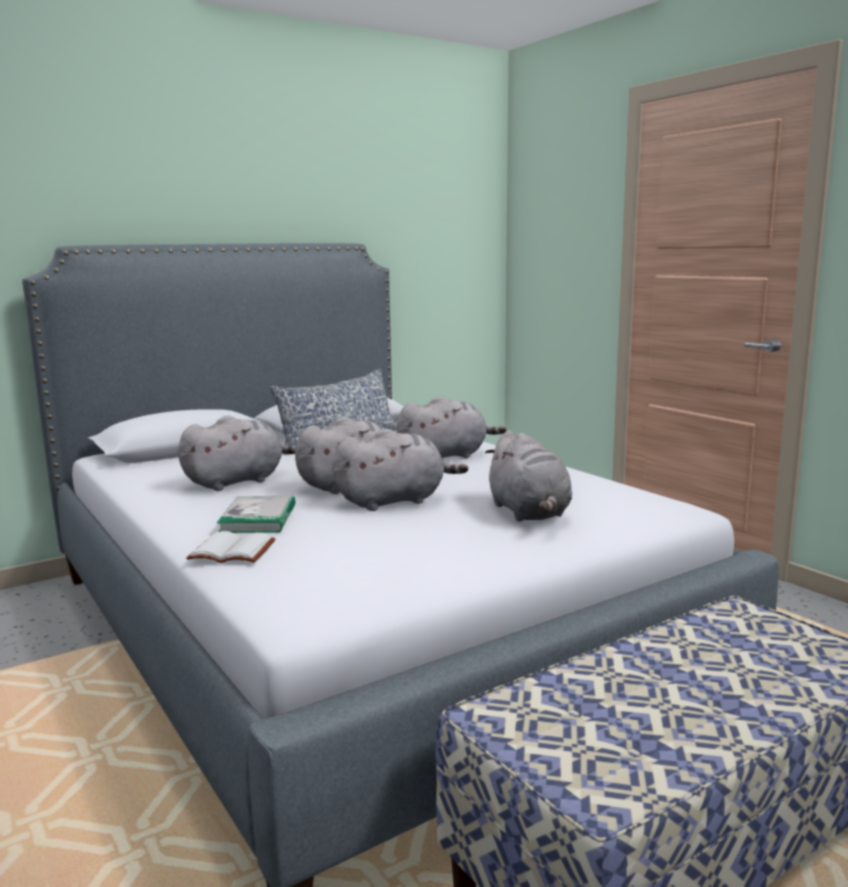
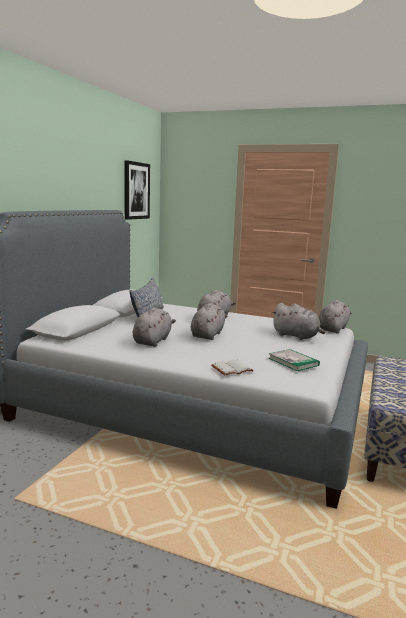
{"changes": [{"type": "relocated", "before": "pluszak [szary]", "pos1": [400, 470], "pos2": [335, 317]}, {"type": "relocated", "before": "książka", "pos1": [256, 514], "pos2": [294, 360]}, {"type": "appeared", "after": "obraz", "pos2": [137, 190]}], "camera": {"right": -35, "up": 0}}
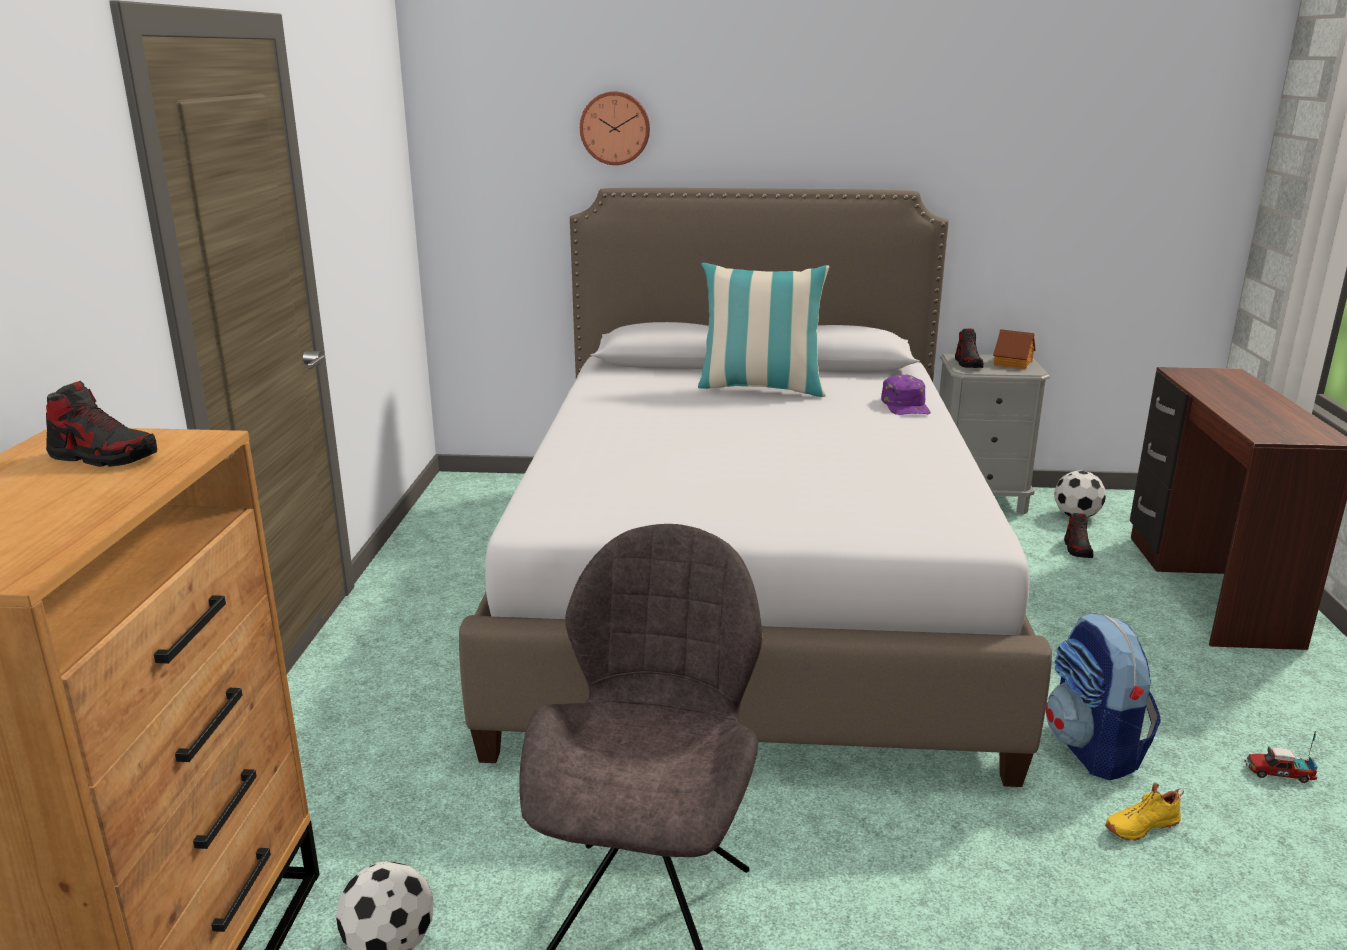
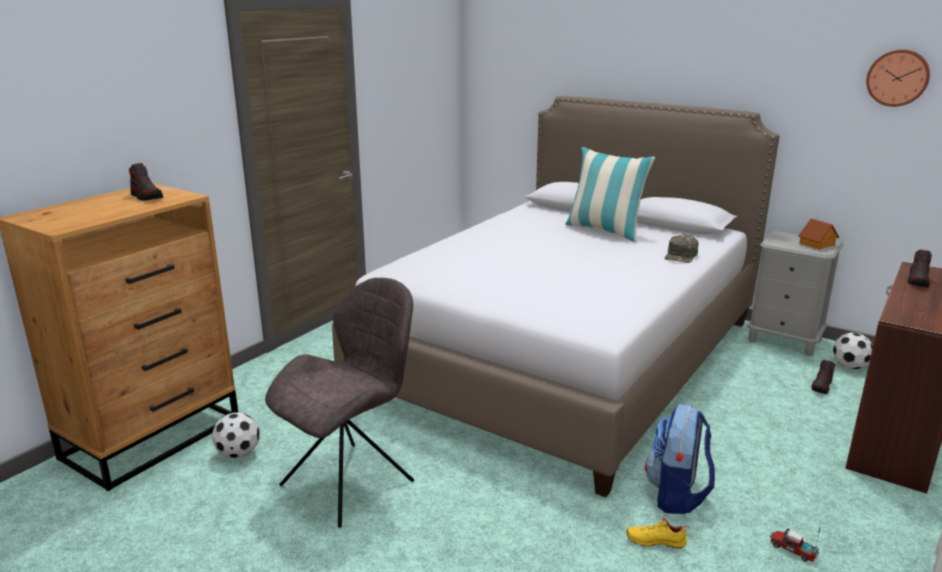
{"changes": [{"type": "relocated", "before": "zegar ścienny", "pos1": [615, 128], "pos2": [898, 78]}, {"type": "relocated", "before": "but", "pos1": [969, 348], "pos2": [919, 269]}, {"type": "colour", "before": "czapka z daszkiem [fioletowy]", "after": "czapka z daszkiem [zielony]", "pos1": [906, 394], "pos2": [682, 249]}], "camera": {"right": 30, "up": 0}}
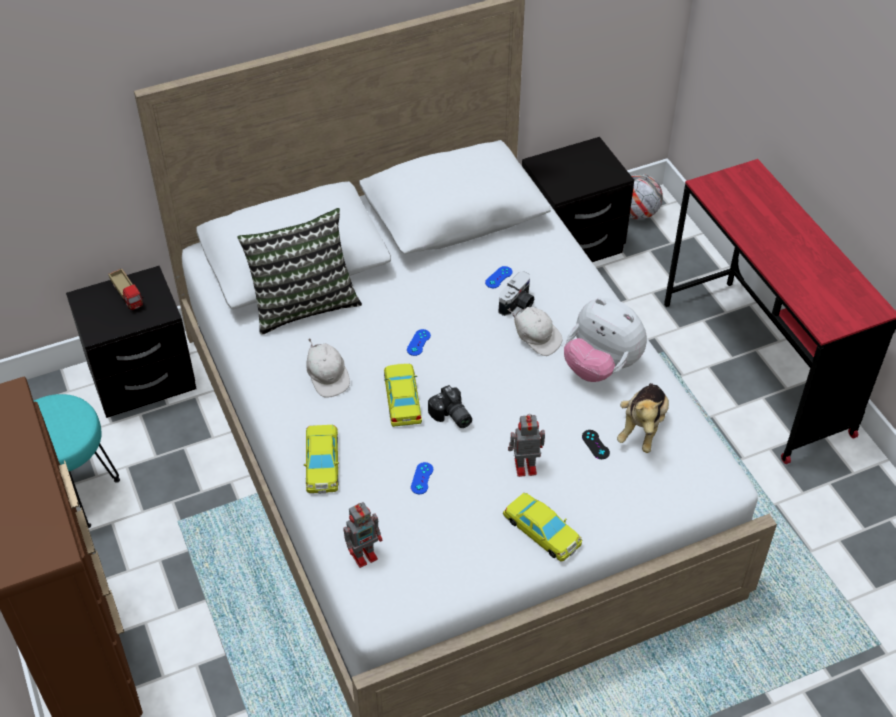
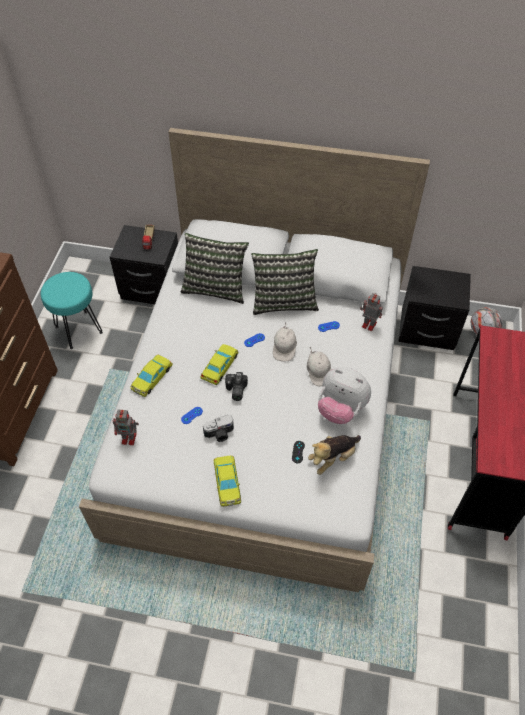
{"changes": [{"type": "relocated", "before": "aparat fotograficzny", "pos1": [516, 293], "pos2": [218, 428]}, {"type": "spun", "before": "pluszak", "pos1": [605, 340], "pos2": [344, 395], "turn": -45}, {"type": "relocated", "before": "czapka z daszkiem [biały]", "pos1": [328, 368], "pos2": [285, 342]}, {"type": "relocated", "before": "robot zabawkowy", "pos1": [526, 445], "pos2": [371, 312]}, {"type": "appeared", "after": "poduszka", "pos2": [285, 282]}], "camera": {"right": 35, "up": 5}}
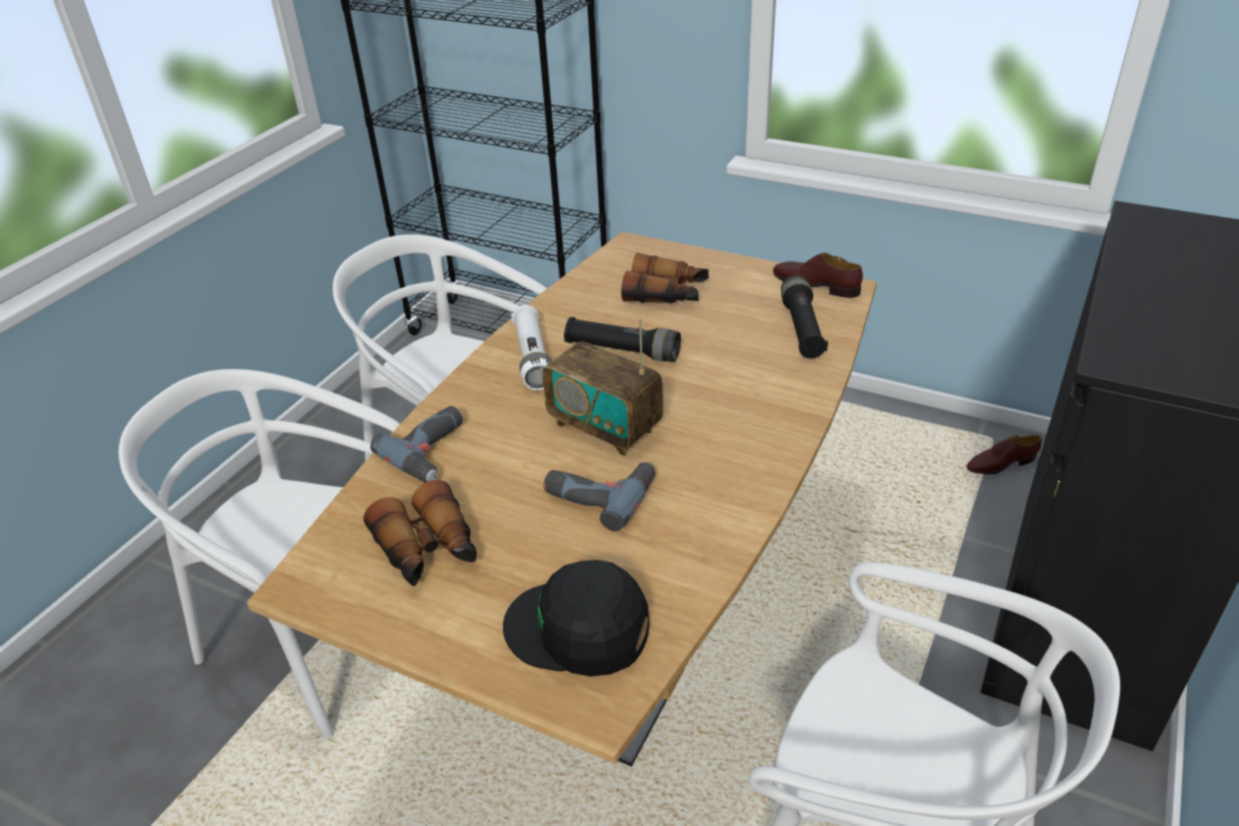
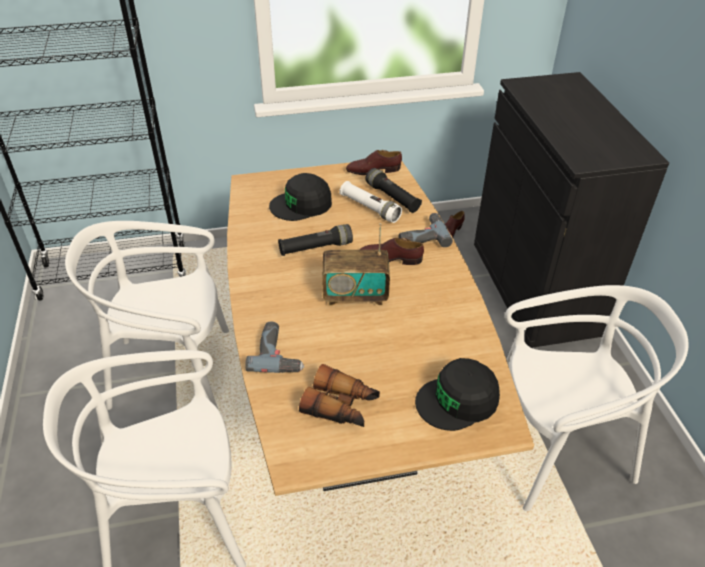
{"changes": [{"type": "exchanged", "before": "lornetka", "after": "czapka z daszkiem [czarny]", "pos1": [665, 278], "pos2": [300, 197]}, {"type": "relocated", "before": "latarka [biały]", "pos1": [531, 348], "pos2": [370, 202]}, {"type": "relocated", "before": "wiertarka", "pos1": [600, 497], "pos2": [426, 230]}, {"type": "appeared", "after": "but [brązowy]", "pos2": [391, 251]}], "camera": {"right": -40, "up": 5}}
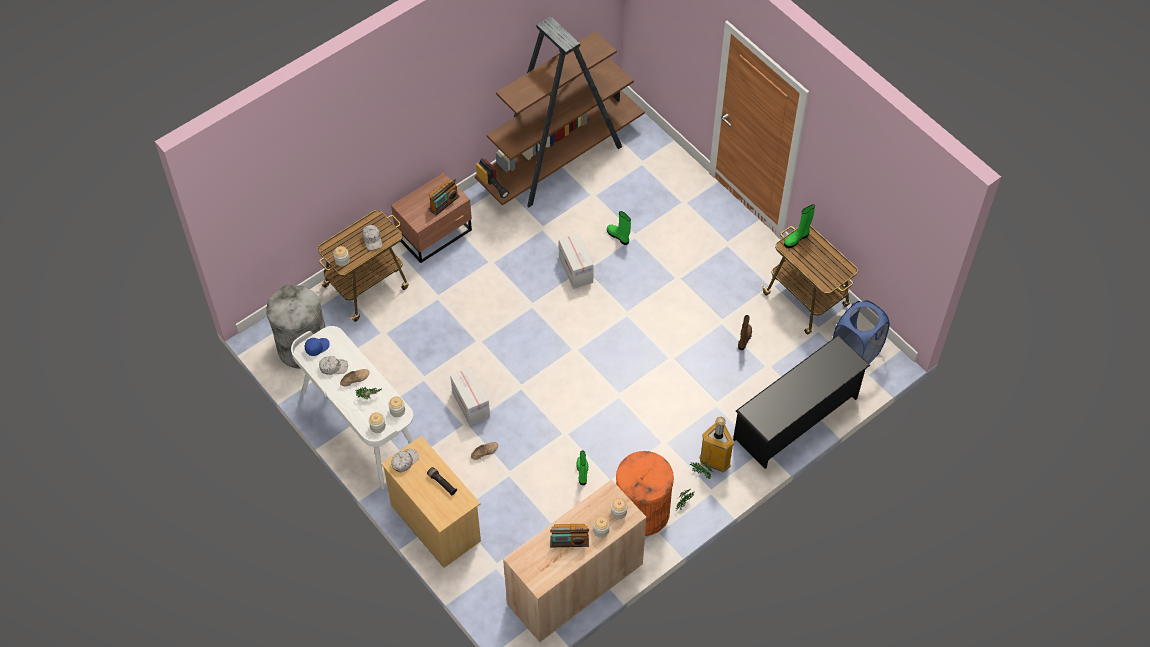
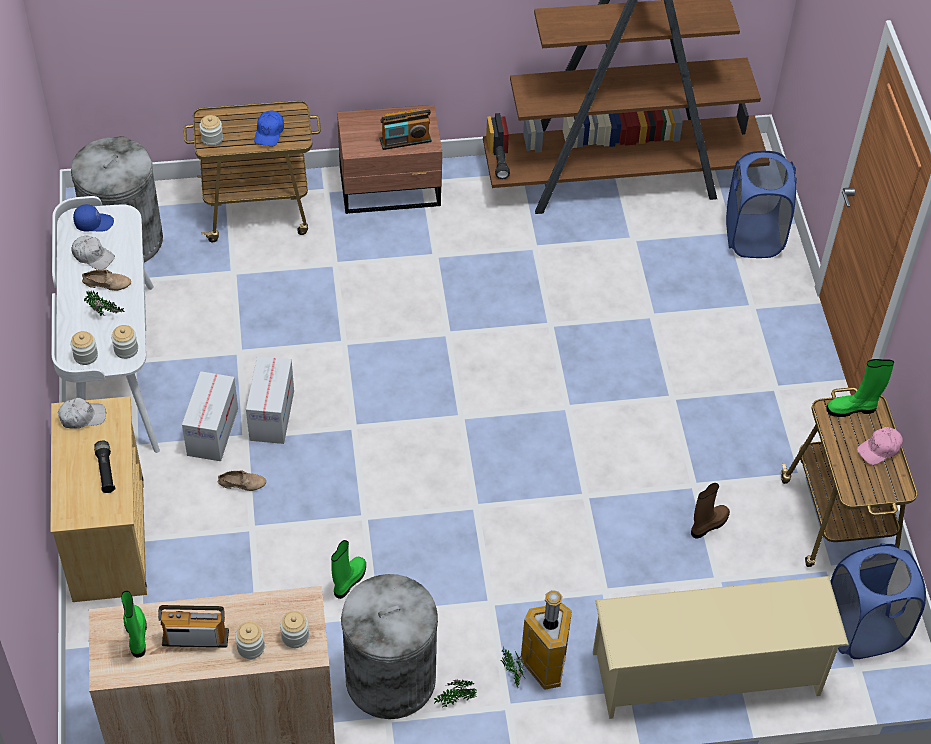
{"changes": [{"type": "relocated", "before": "but z cholewką [zielony]", "pos1": [619, 228], "pos2": [134, 624]}, {"type": "colour", "before": "czapka z daszkiem [biały]", "after": "czapka z daszkiem [niebieski]", "pos1": [372, 237], "pos2": [269, 129]}, {"type": "relocated", "before": "karton", "pos1": [576, 261], "pos2": [210, 416]}, {"type": "colour", "before": "regał na buty [czarny]", "after": "regał na buty [beżowy]", "pos1": [801, 402], "pos2": [721, 647]}, {"type": "colour", "before": "kosz na śmieci [pomarańczowy]", "after": "kosz na śmieci [szary]", "pos1": [645, 493], "pos2": [389, 646]}, {"type": "spun", "before": "radio", "pos1": [569, 535], "pos2": [193, 626], "turn": 150}, {"type": "appeared", "after": "kosz na pranie [niebieski]", "pos2": [761, 204]}, {"type": "appeared", "after": "czapka z daszkiem [różowy]", "pos2": [880, 446]}], "camera": {"right": 30, "up": -5}}
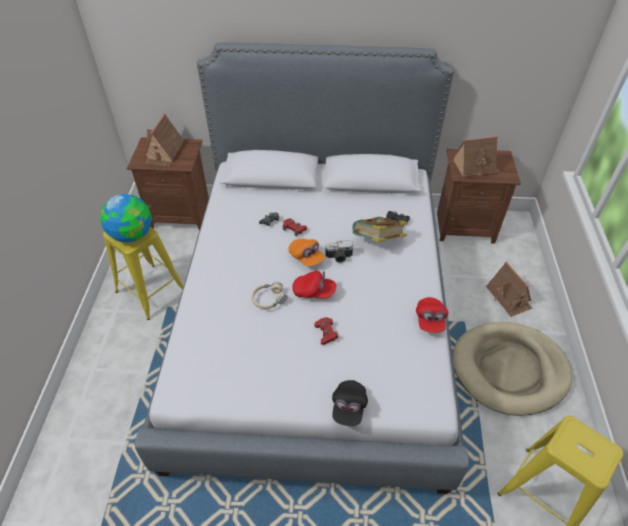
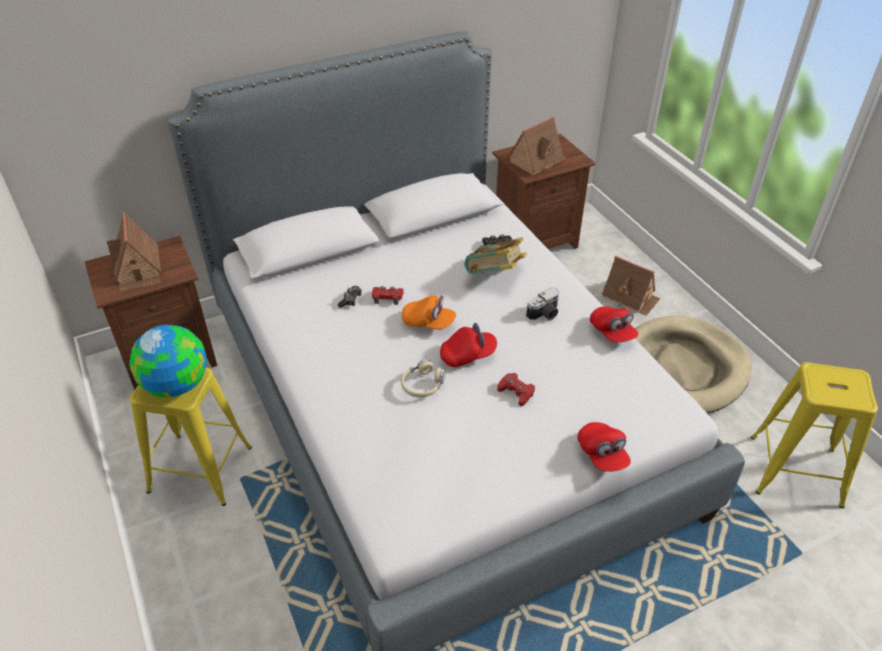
{"changes": [{"type": "relocated", "before": "aparat fotograficzny", "pos1": [339, 251], "pos2": [542, 304]}, {"type": "colour", "before": "czapka z daszkiem [czarny]", "after": "czapka z daszkiem [czerwony]", "pos1": [350, 403], "pos2": [604, 447]}], "camera": {"right": -30, "up": -5}}
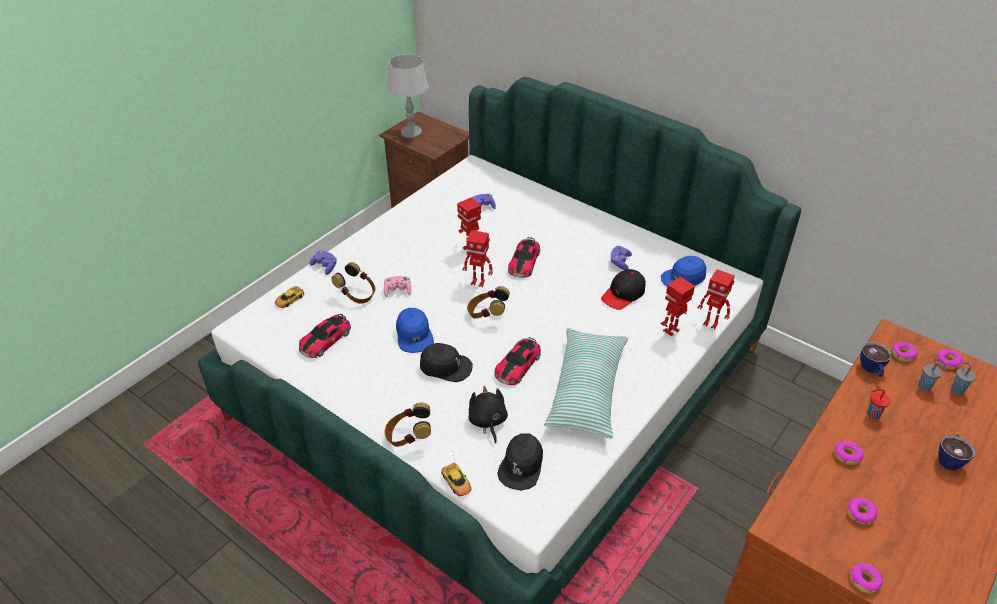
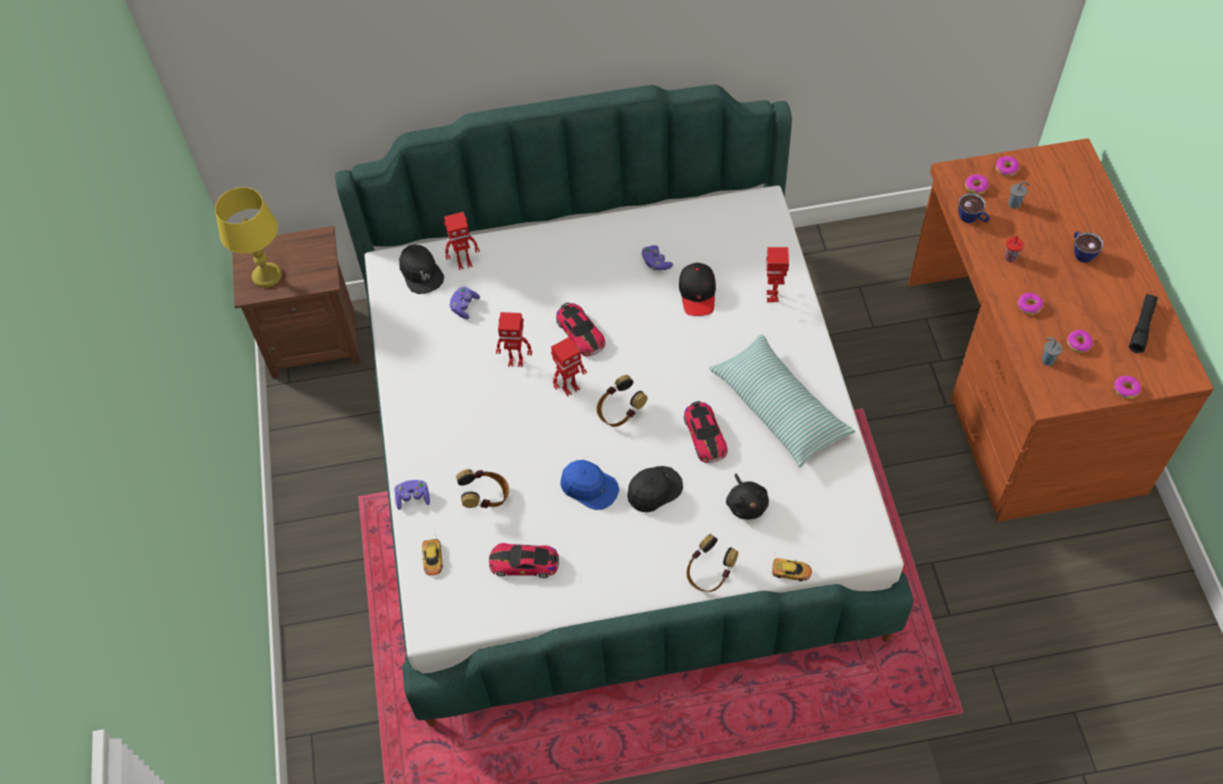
{"changes": [{"type": "colour", "before": "lampa stołowa [szary]", "after": "lampa stołowa [żółty]", "pos1": [407, 96], "pos2": [248, 237]}, {"type": "missing", "before": "czapka z daszkiem [niebieski]", "pos1": [683, 271]}, {"type": "relocated", "before": "robot zabawkowy", "pos1": [716, 299], "pos2": [462, 241]}, {"type": "missing", "before": "pad do gier [różowy]", "pos1": [397, 286]}, {"type": "spun", "before": "samochodzik", "pos1": [325, 336], "pos2": [524, 560], "turn": 105}, {"type": "relocated", "before": "filiżanka [szary]", "pos1": [963, 378], "pos2": [1052, 351]}, {"type": "spun", "before": "pluszak [czarny]", "pos1": [488, 415], "pos2": [747, 497], "turn": -135}, {"type": "relocated", "before": "czapka z daszkiem [czarny]", "pos1": [520, 462], "pos2": [421, 269]}, {"type": "appeared", "after": "latarka [czarny]", "pos2": [1143, 323]}], "camera": {"right": -45, "up": 15}}
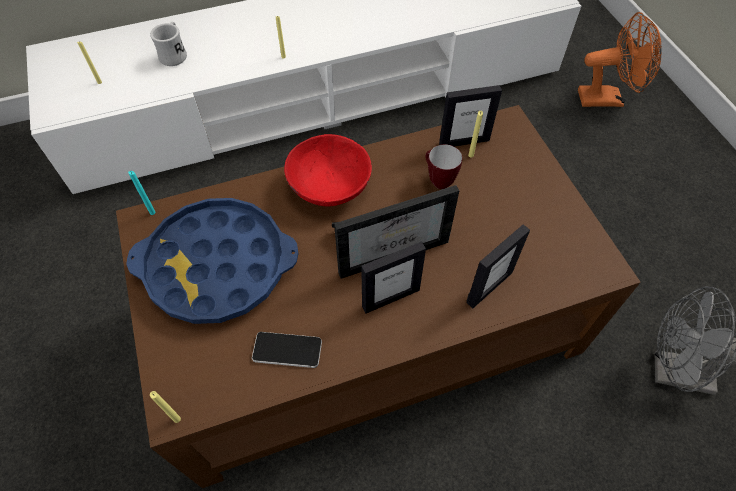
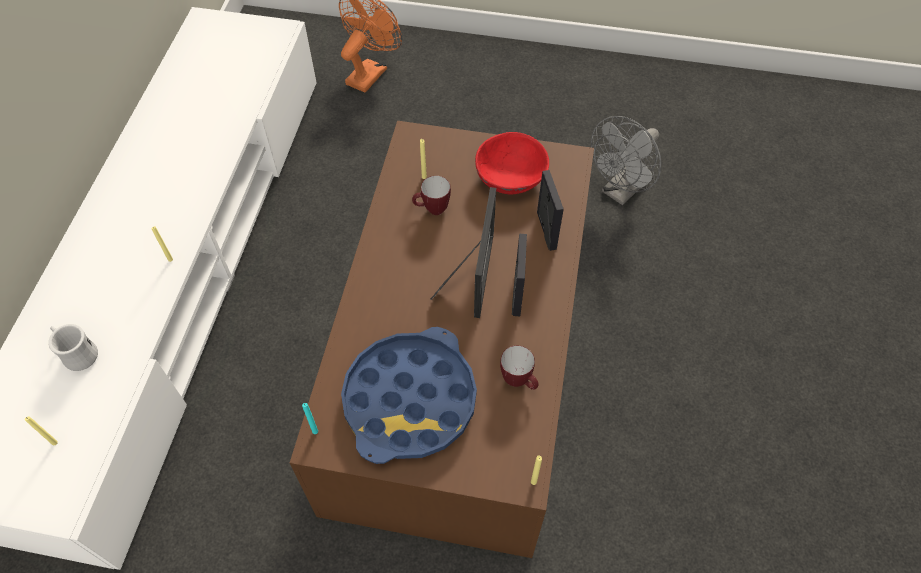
{"changes": [{"type": "missing", "before": "ramka na zdjęcie", "pos1": [470, 116]}, {"type": "relocated", "before": "miska [czerwony]", "pos1": [328, 170], "pos2": [512, 163]}, {"type": "exchanged", "before": "telefon", "after": "kubek", "pos1": [287, 350], "pos2": [519, 367]}], "camera": {"right": -60, "up": 0}}
